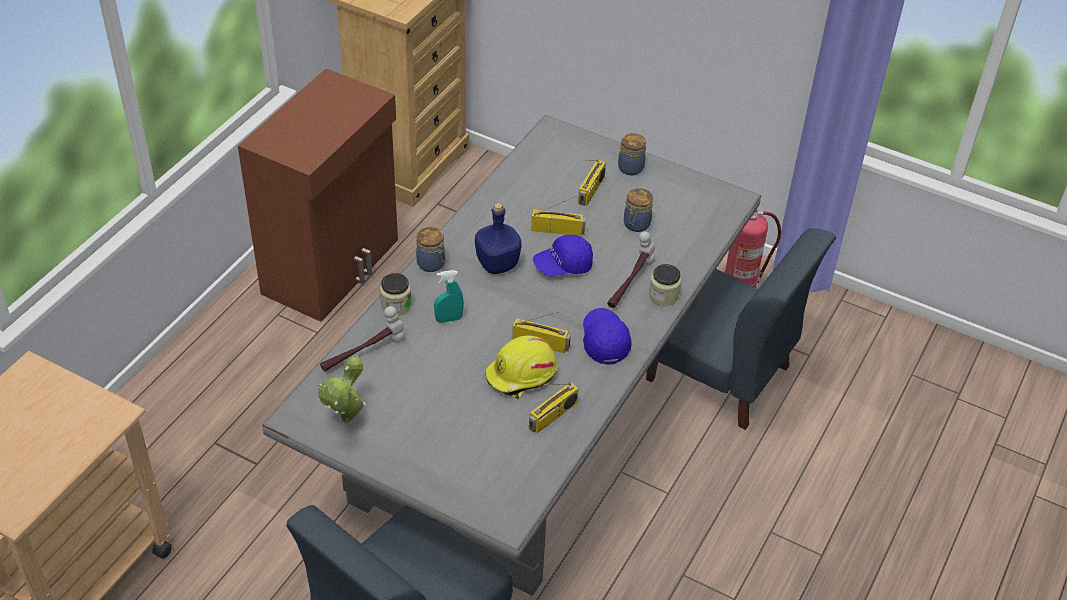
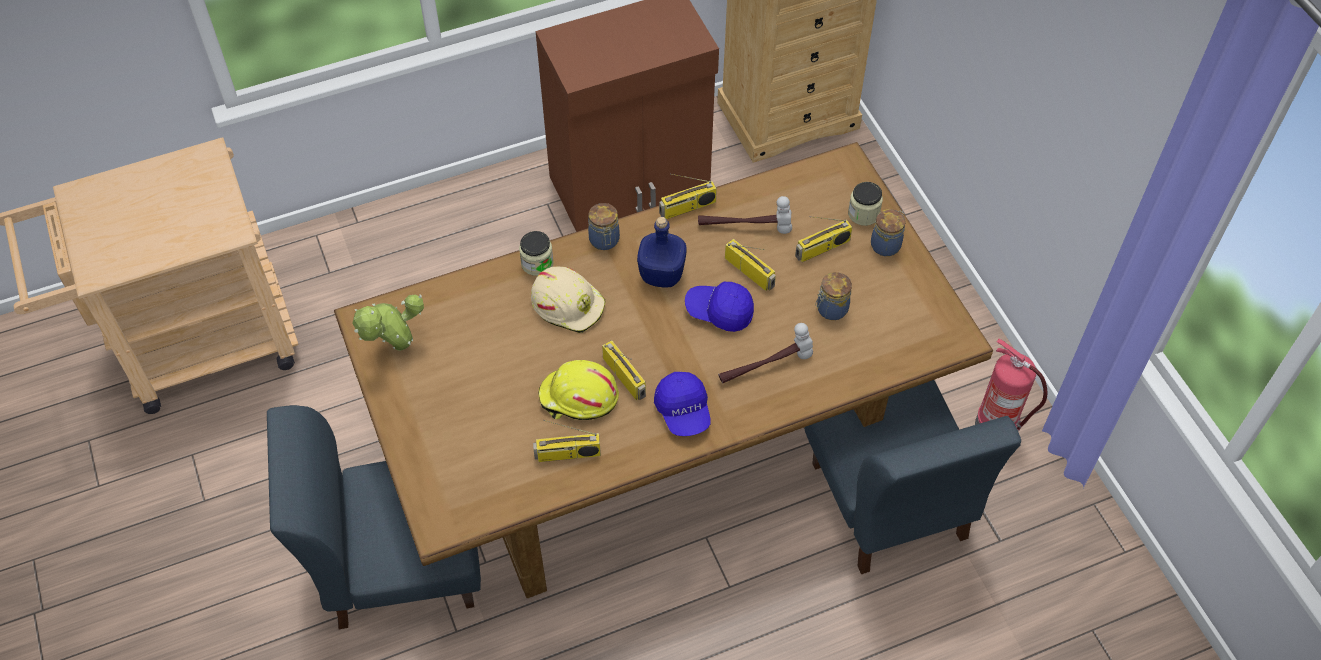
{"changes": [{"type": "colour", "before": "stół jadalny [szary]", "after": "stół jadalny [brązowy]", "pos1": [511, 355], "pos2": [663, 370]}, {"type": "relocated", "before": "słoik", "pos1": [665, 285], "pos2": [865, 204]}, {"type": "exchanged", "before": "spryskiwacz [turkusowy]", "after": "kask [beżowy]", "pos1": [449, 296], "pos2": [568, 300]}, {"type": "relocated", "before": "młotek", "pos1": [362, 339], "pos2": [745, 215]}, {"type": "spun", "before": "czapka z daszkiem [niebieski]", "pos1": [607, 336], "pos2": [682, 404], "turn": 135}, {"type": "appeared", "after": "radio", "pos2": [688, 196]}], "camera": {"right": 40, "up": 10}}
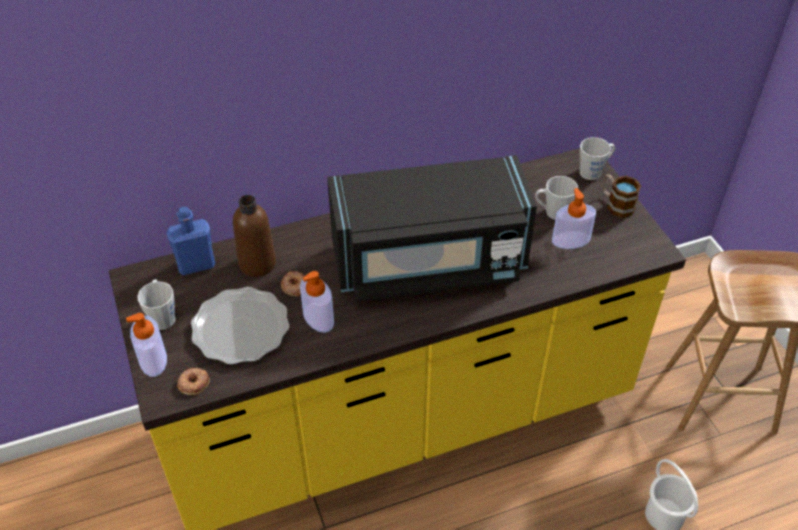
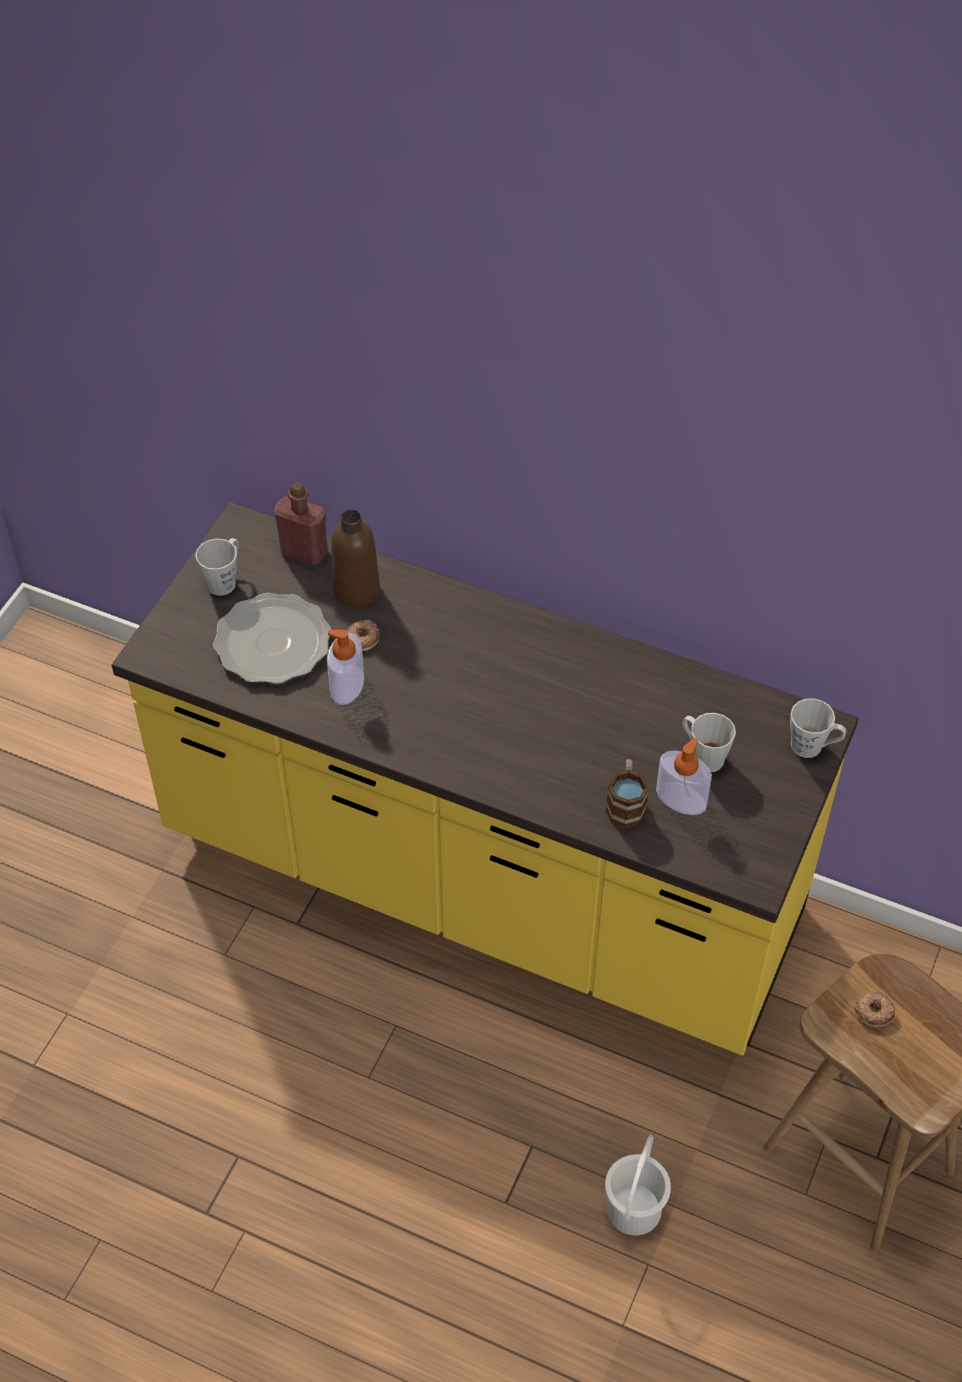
{"changes": [{"type": "missing", "before": "mikrofalówka [czarny]", "pos1": [432, 228]}, {"type": "relocated", "before": "kubek", "pos1": [621, 196], "pos2": [627, 794]}, {"type": "colour", "before": "butelka [niebieski]", "after": "butelka [czerwony]", "pos1": [190, 241], "pos2": [300, 524]}, {"type": "missing", "before": "dozownik mydła", "pos1": [146, 345]}, {"type": "relocated", "before": "donut", "pos1": [193, 381], "pos2": [874, 1009]}], "camera": {"right": 45, "up": 5}}
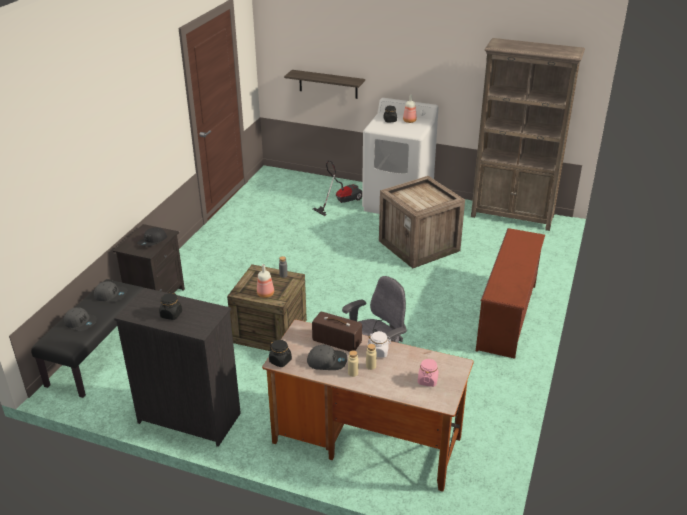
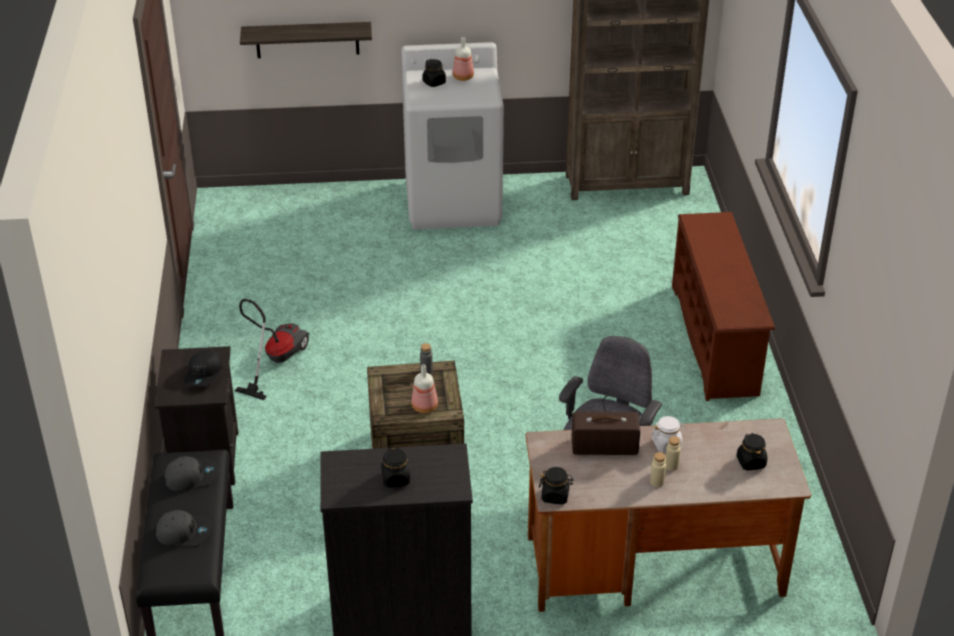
{"changes": [{"type": "relocated", "before": "odkurzacz", "pos1": [337, 188], "pos2": [272, 349]}, {"type": "missing", "before": "skrzynka", "pos1": [422, 222]}, {"type": "missing", "before": "czapka z daszkiem [szary]", "pos1": [327, 357]}, {"type": "colour", "before": "słoik [różowy]", "after": "słoik [czarny]", "pos1": [428, 372], "pos2": [752, 452]}], "camera": {"right": -25, "up": 5}}
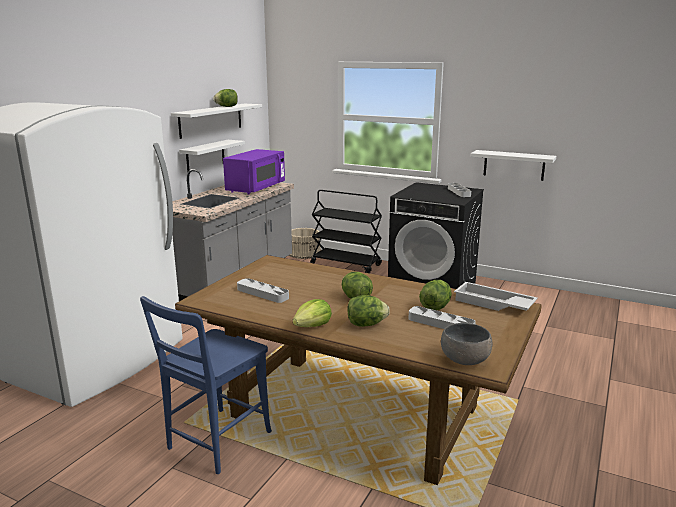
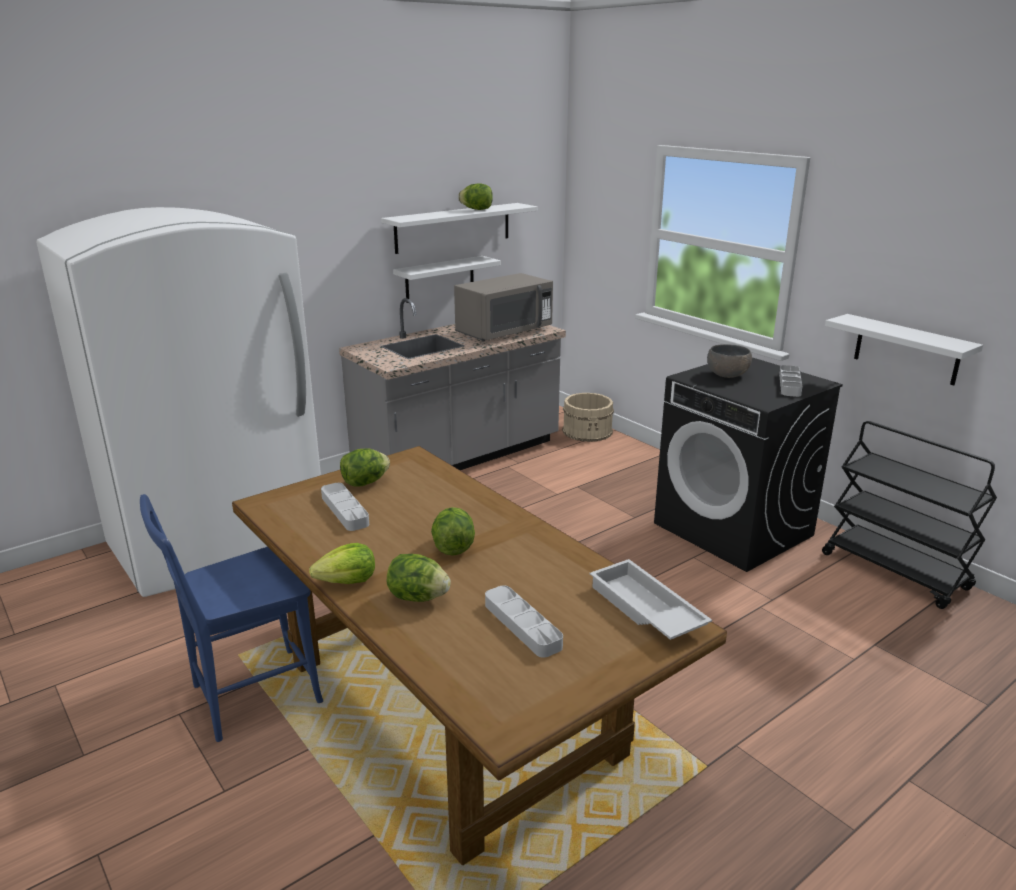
{"changes": [{"type": "colour", "before": "mikrofalówka [fioletowy]", "after": "mikrofalówka [szary]", "pos1": [254, 171], "pos2": [503, 307]}, {"type": "relocated", "before": "wózek [czarny]", "pos1": [346, 231], "pos2": [909, 515]}, {"type": "relocated", "before": "sałata", "pos1": [435, 295], "pos2": [365, 467]}, {"type": "relocated", "before": "miska [szary]", "pos1": [466, 344], "pos2": [729, 361]}], "camera": {"right": 25, "up": 5}}
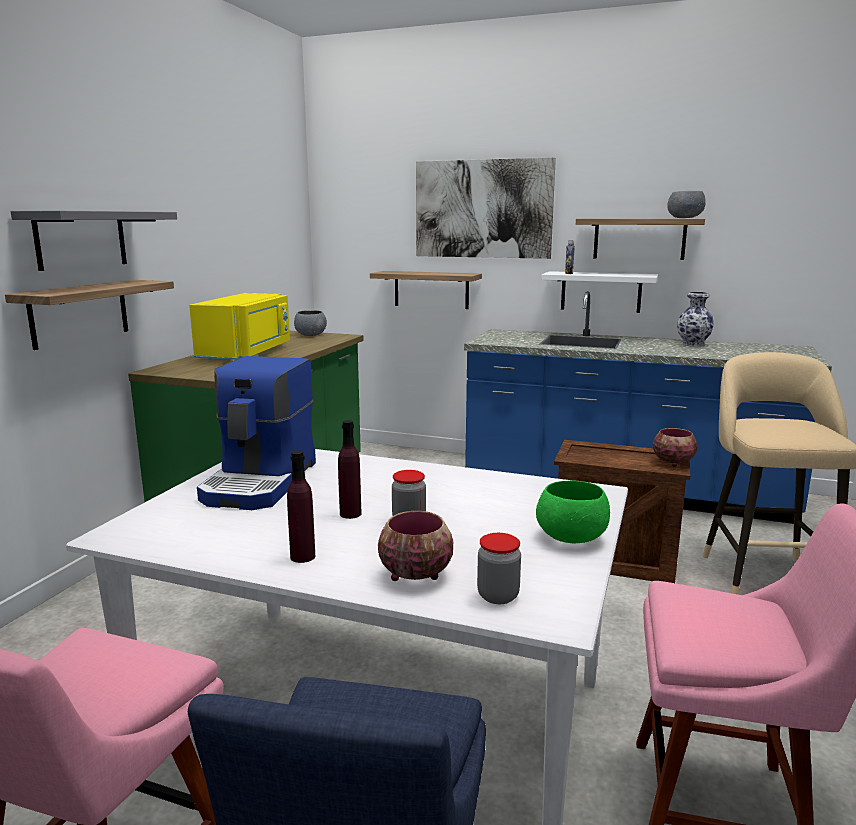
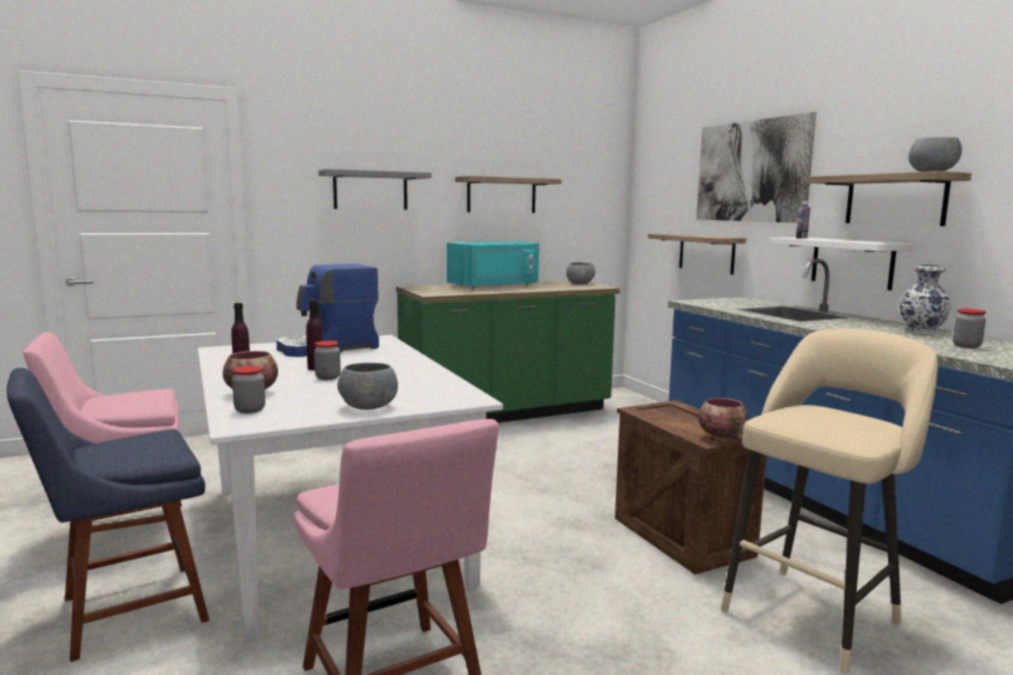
{"changes": [{"type": "relocated", "before": "półka", "pos1": [89, 315], "pos2": [508, 194]}, {"type": "colour", "before": "mikrofalówka [żółty]", "after": "mikrofalówka [turkusowy]", "pos1": [239, 326], "pos2": [493, 265]}, {"type": "colour", "before": "miska [zielony]", "after": "miska [szary]", "pos1": [573, 512], "pos2": [368, 386]}, {"type": "appeared", "after": "słoik", "pos2": [969, 328]}], "camera": {"right": 45, "up": -5}}
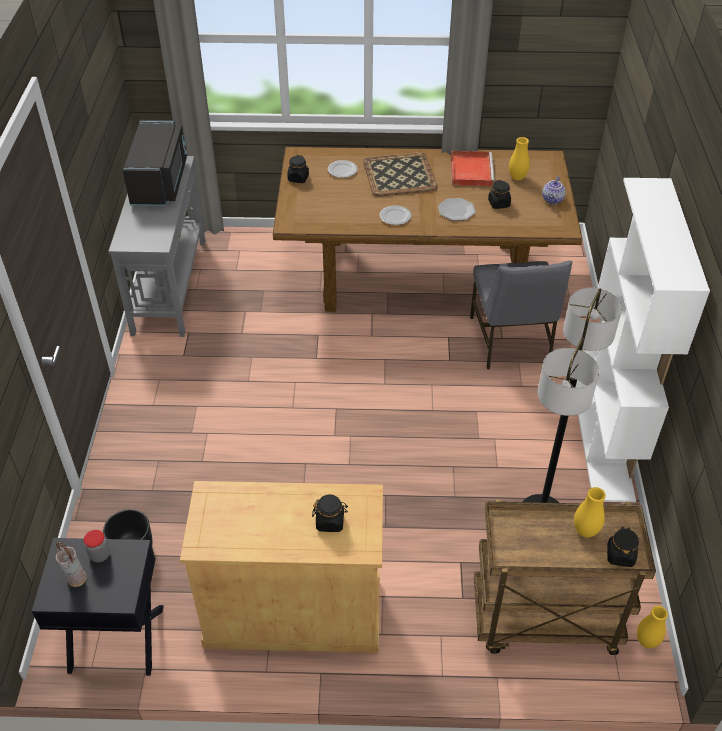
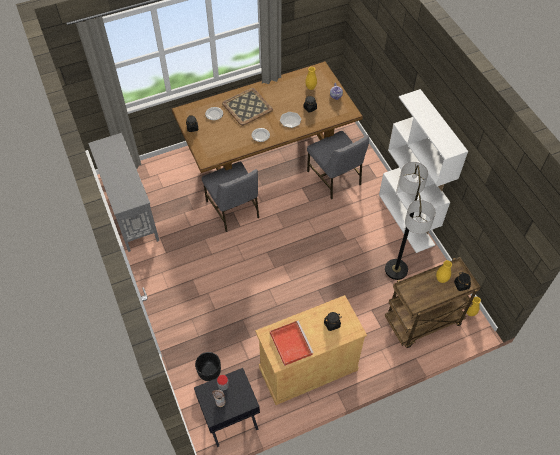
{"changes": [{"type": "missing", "before": "mikrofalówka [czarny]", "pos1": [155, 163]}, {"type": "relocated", "before": "taca [czerwony]", "pos1": [473, 168], "pos2": [292, 343]}, {"type": "appeared", "after": "krzesło [szary]", "pos2": [230, 197]}], "camera": {"right": -25, "up": 10}}
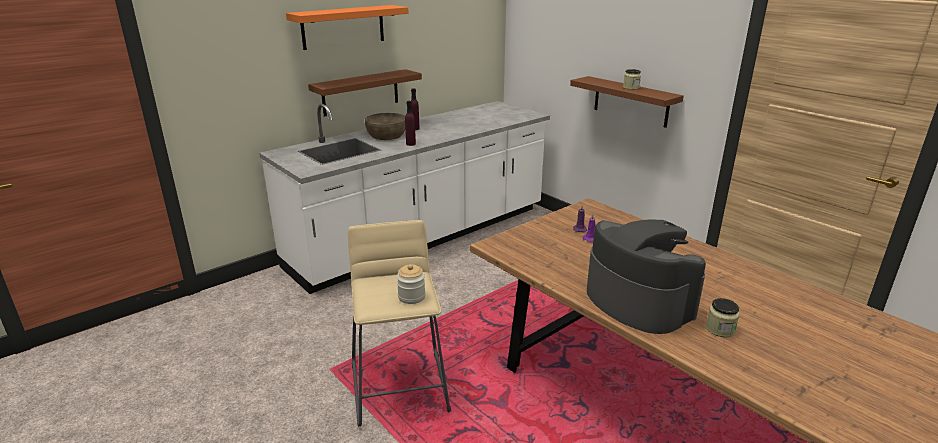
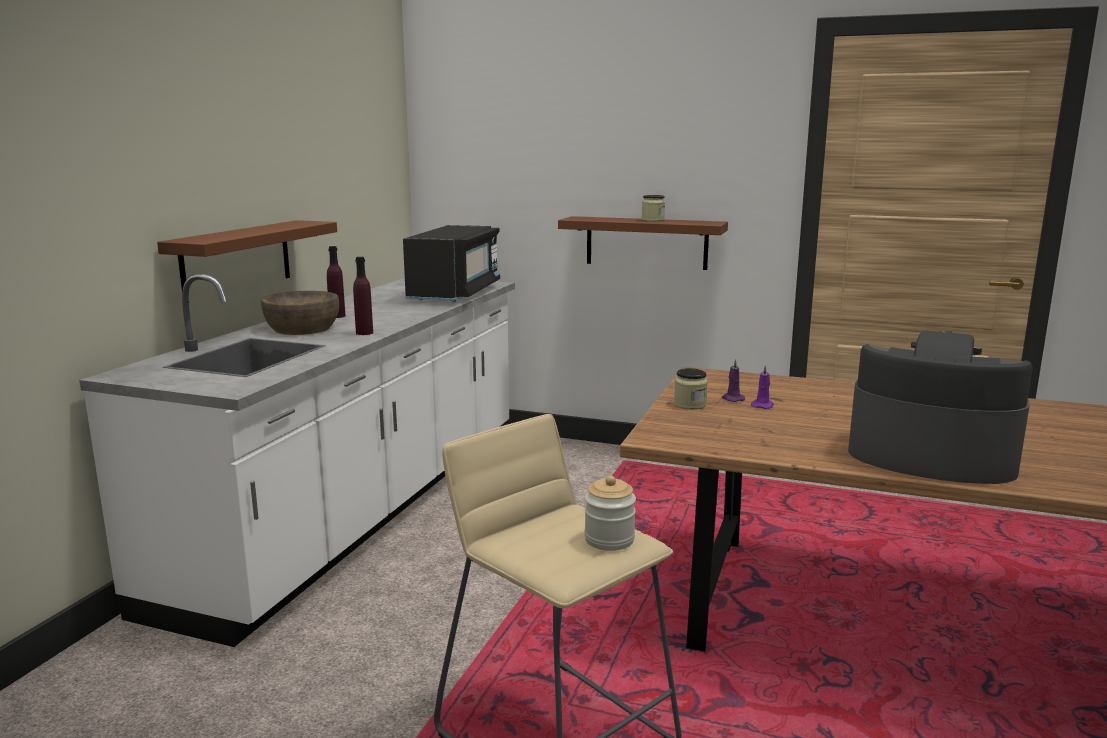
{"changes": [{"type": "missing", "before": "półka [pomarańczowy]", "pos1": [347, 27]}, {"type": "relocated", "before": "słoik", "pos1": [723, 318], "pos2": [691, 389]}, {"type": "appeared", "after": "mikrofalówka [czarny]", "pos2": [451, 263]}], "camera": {"right": -30, "up": -10}}
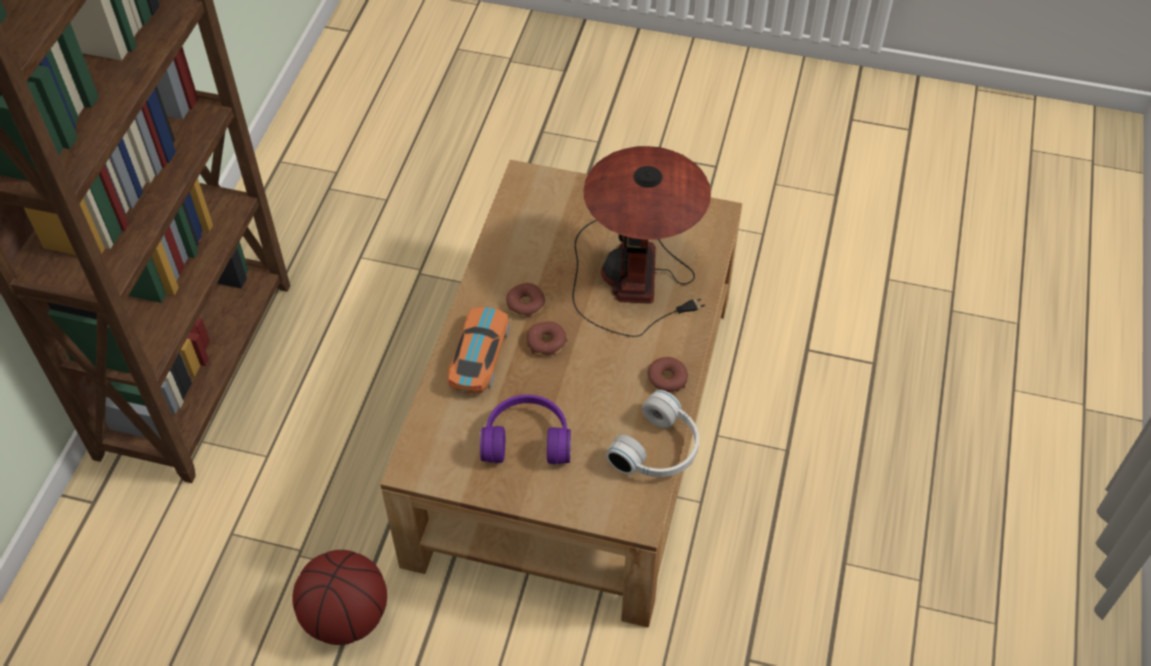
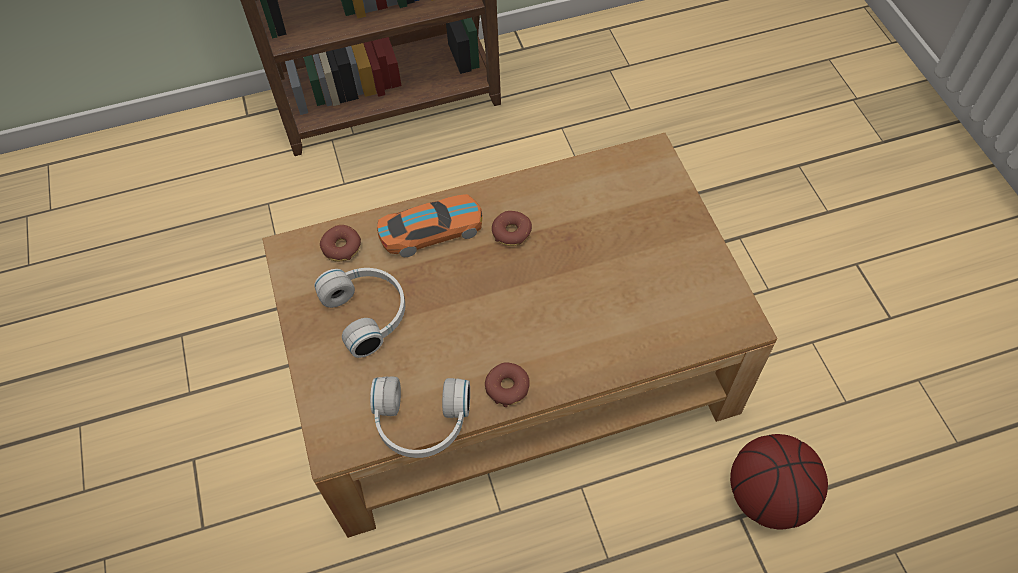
{"changes": [{"type": "missing", "before": "lampa stołowa", "pos1": [641, 241]}, {"type": "relocated", "before": "donut", "pos1": [547, 339], "pos2": [340, 243]}, {"type": "colour", "before": "słuchawki [fioletowy]", "after": "słuchawki [biały]", "pos1": [525, 429], "pos2": [359, 313]}, {"type": "relocated", "before": "piłka do koszykówki", "pos1": [339, 597], "pos2": [779, 482]}], "camera": {"right": 60, "up": 5}}
